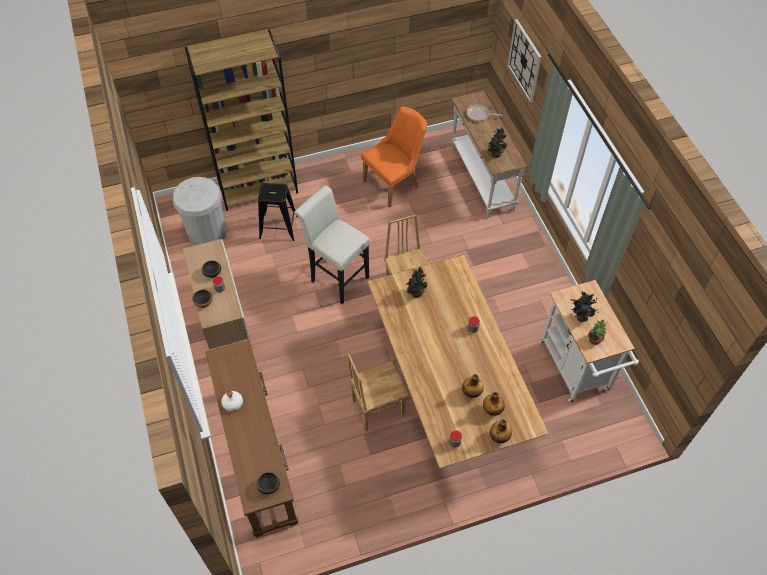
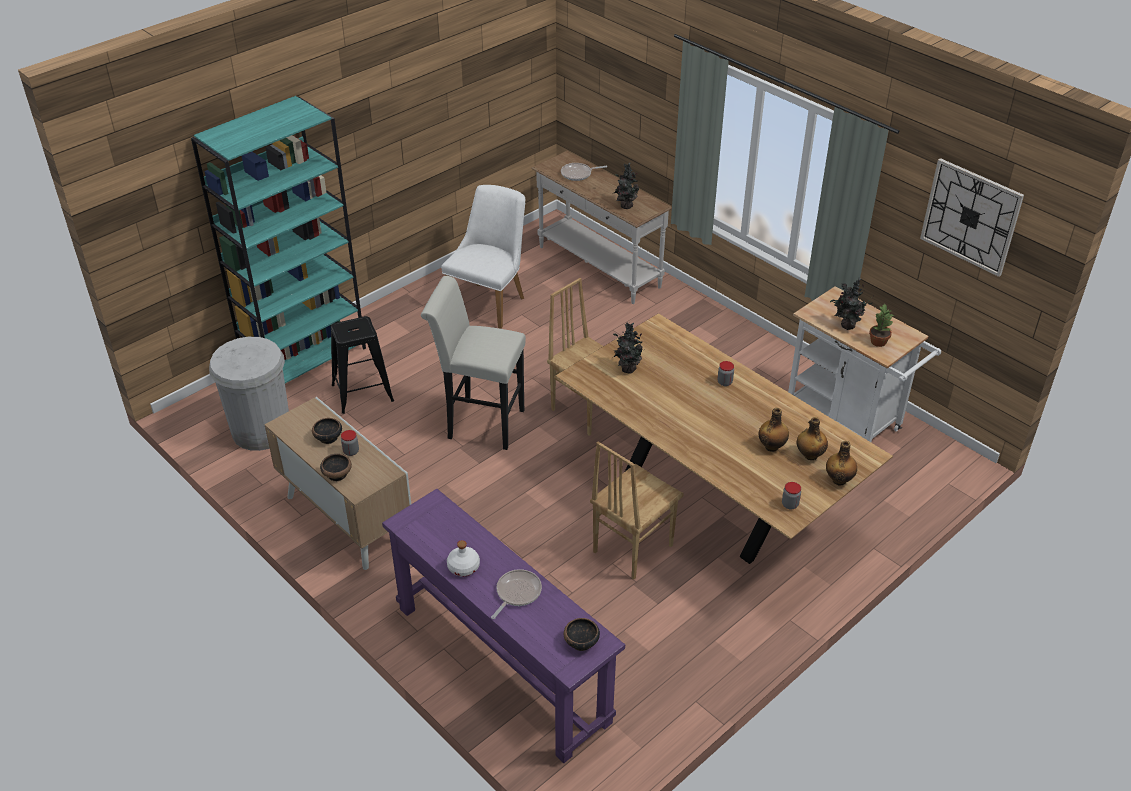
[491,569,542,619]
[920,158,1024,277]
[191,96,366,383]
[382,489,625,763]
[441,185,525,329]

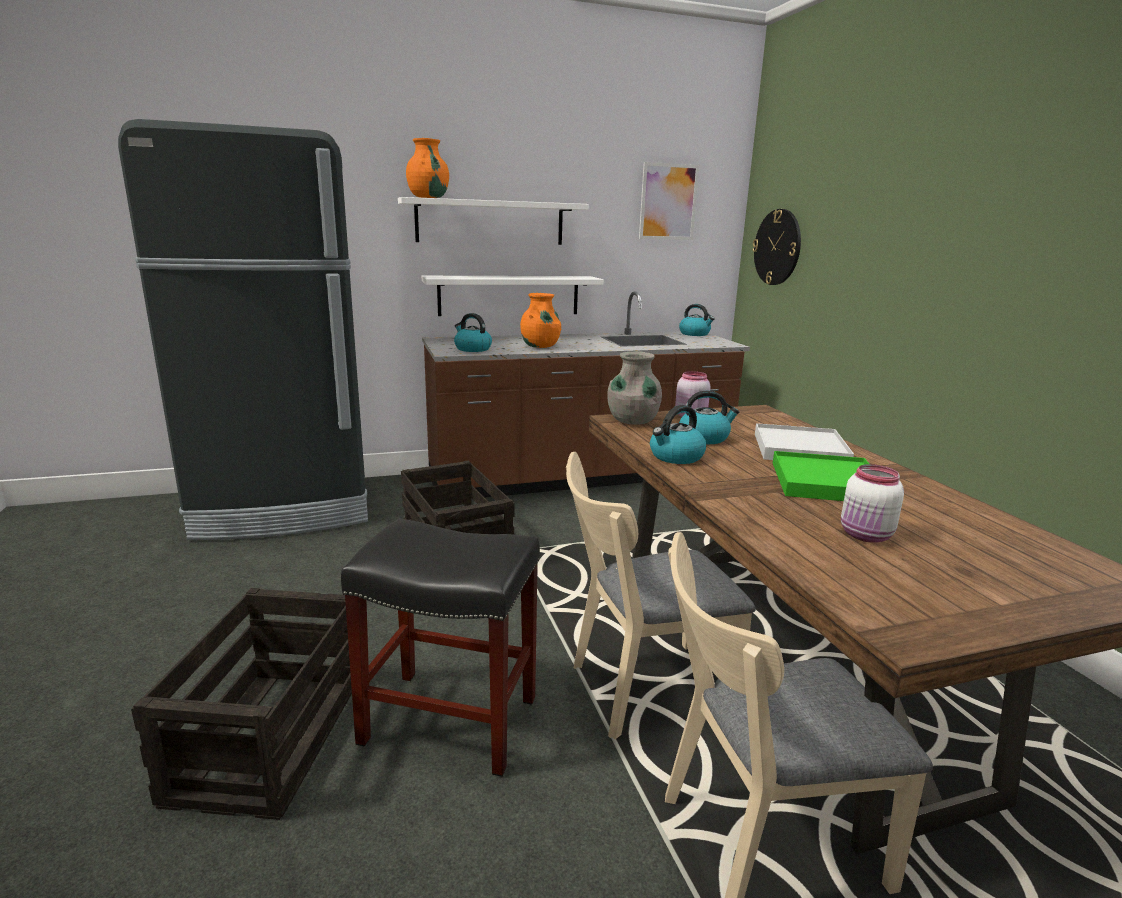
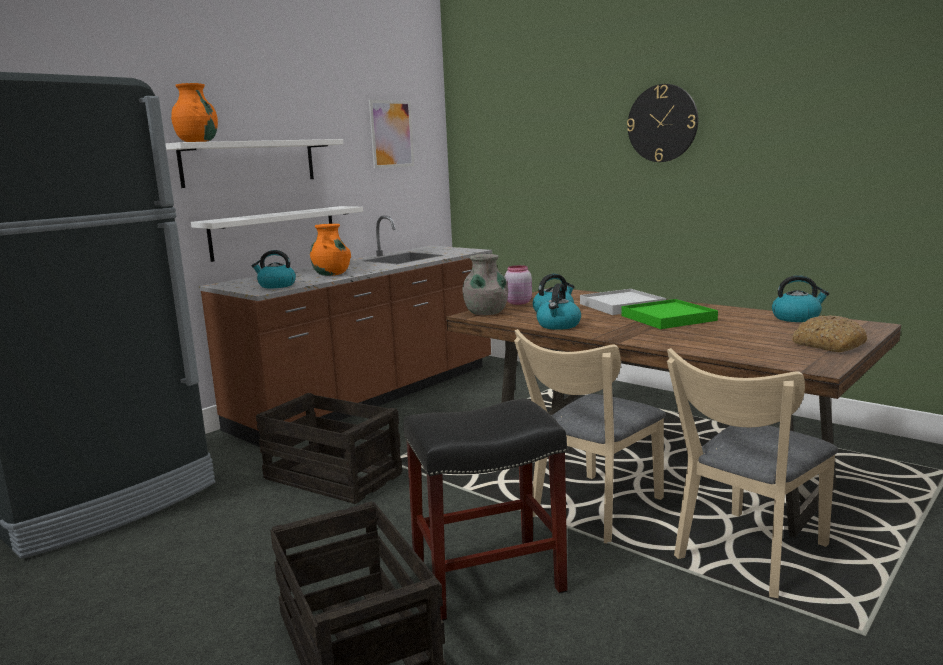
[841,464,904,543] (first image)
[792,315,867,352]
[772,275,829,322]
[627,84,698,162]

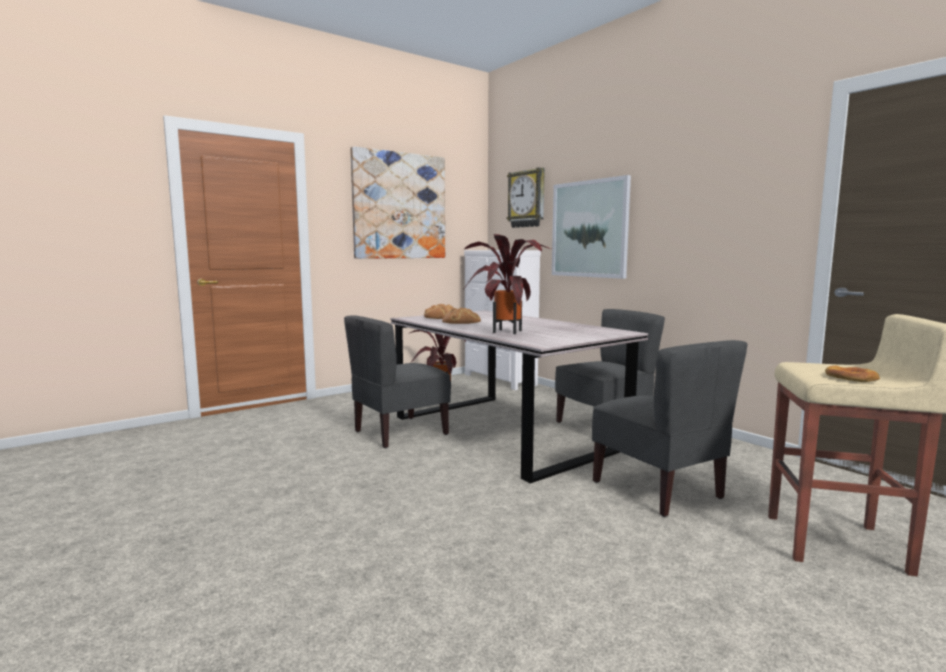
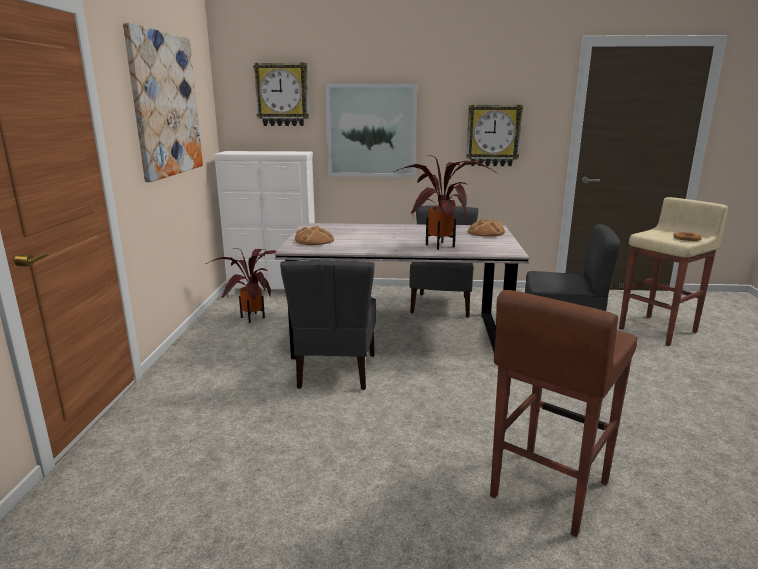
[466,105,523,166]
[490,290,638,537]
[468,219,505,237]

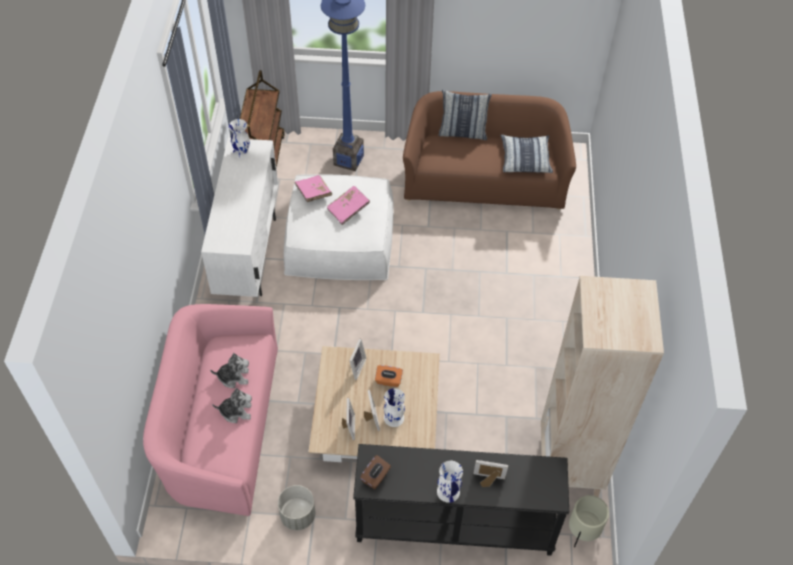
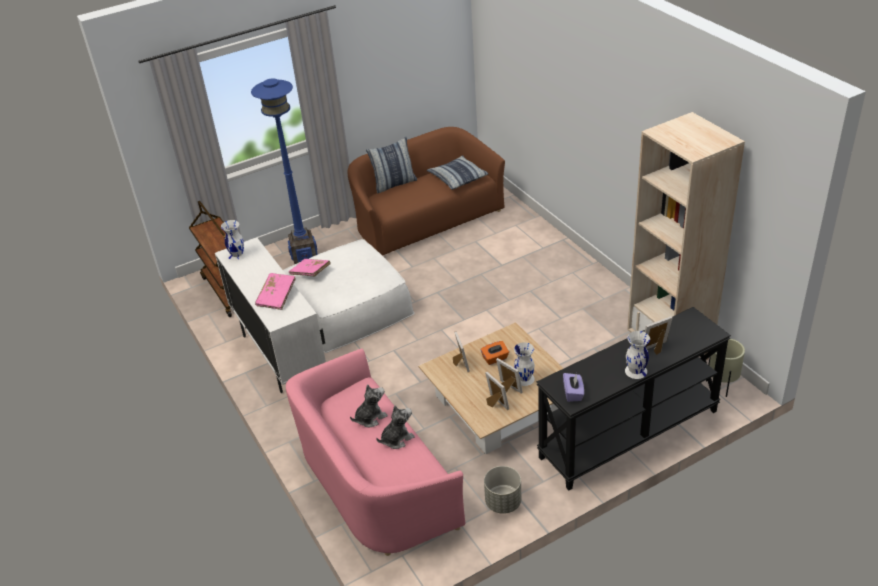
[255,273,296,310]
[563,373,584,402]

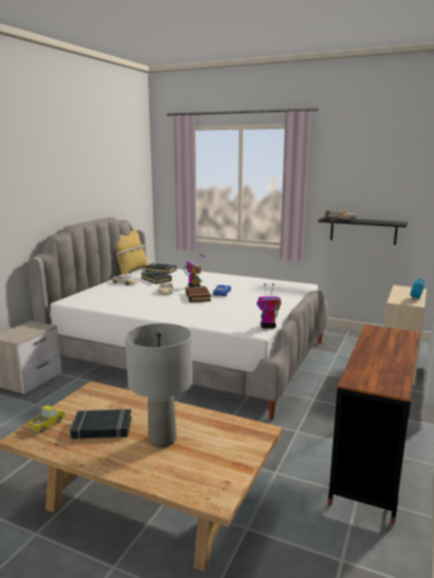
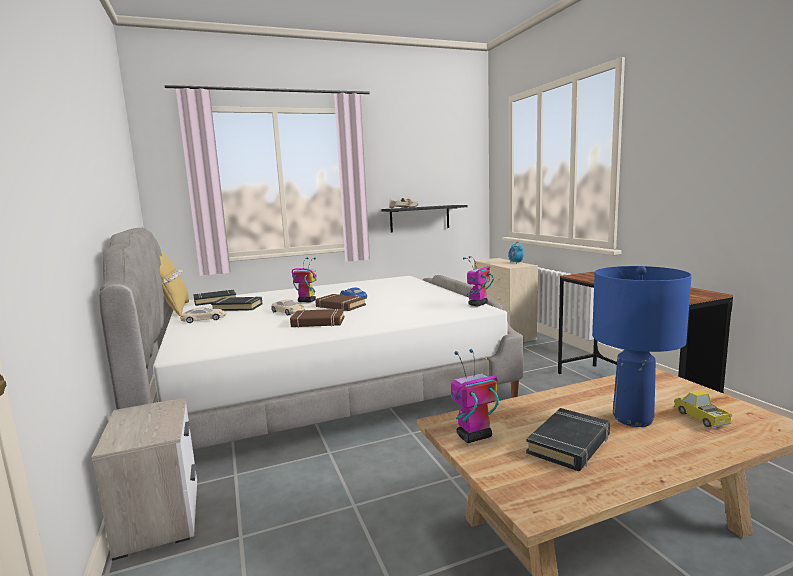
[290,309,344,328]
[451,349,499,443]
[674,390,732,427]
[592,266,692,427]

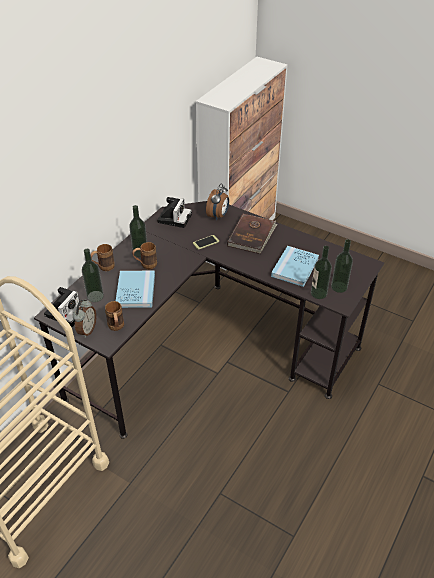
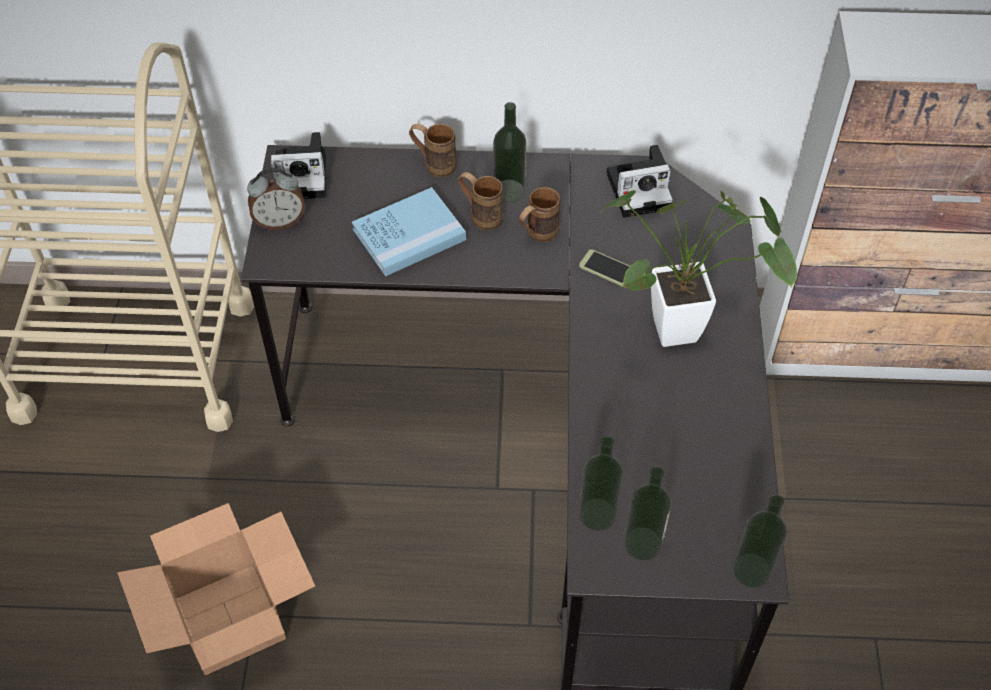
[206,183,229,220] (first image)
[271,246,319,287] (first image)
[117,503,315,675]
[733,495,787,588]
[519,187,561,242]
[600,190,797,347]

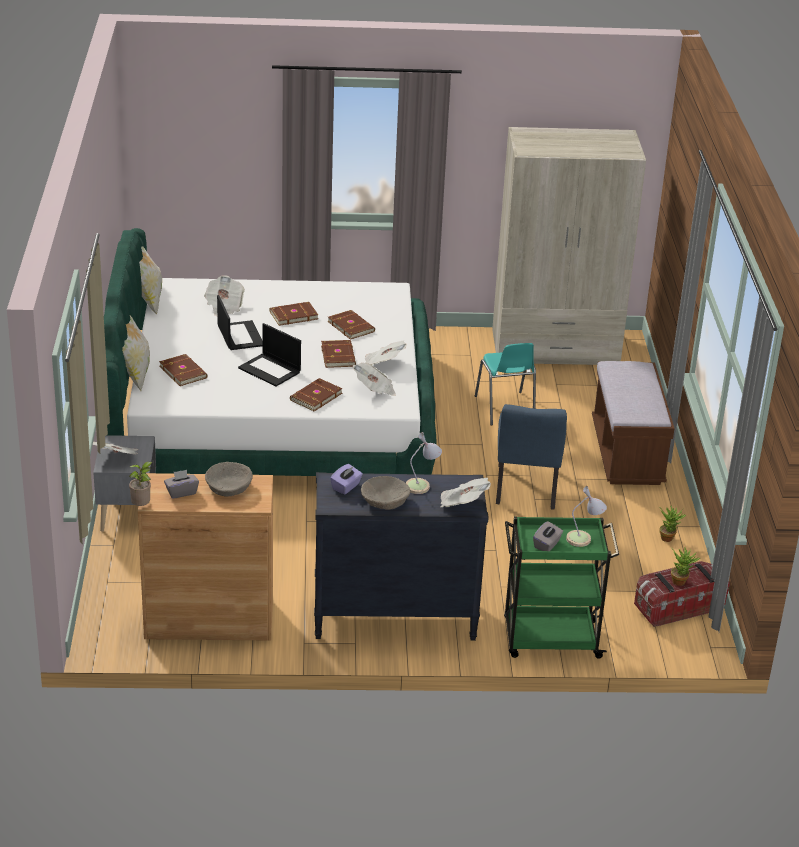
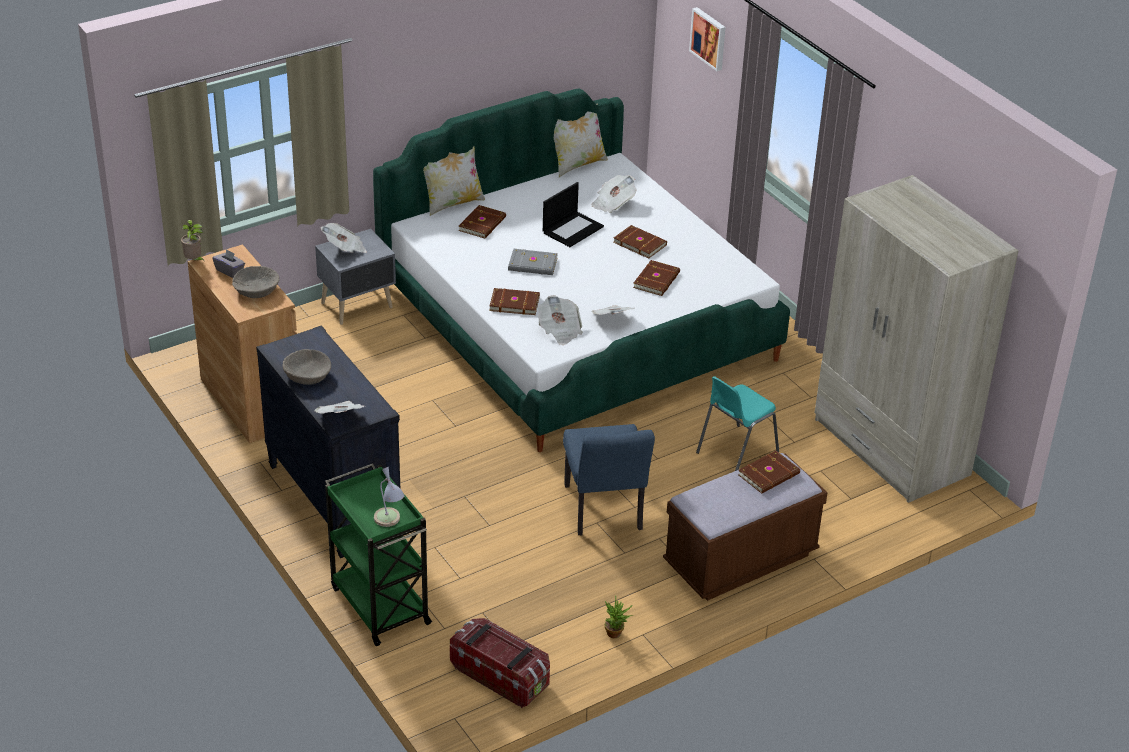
[330,464,363,495] (first image)
[406,432,442,494] (first image)
[533,521,563,551] (first image)
[671,547,700,586] (first image)
[689,7,726,71]
[739,451,800,493]
[508,249,558,275]
[563,424,655,535]

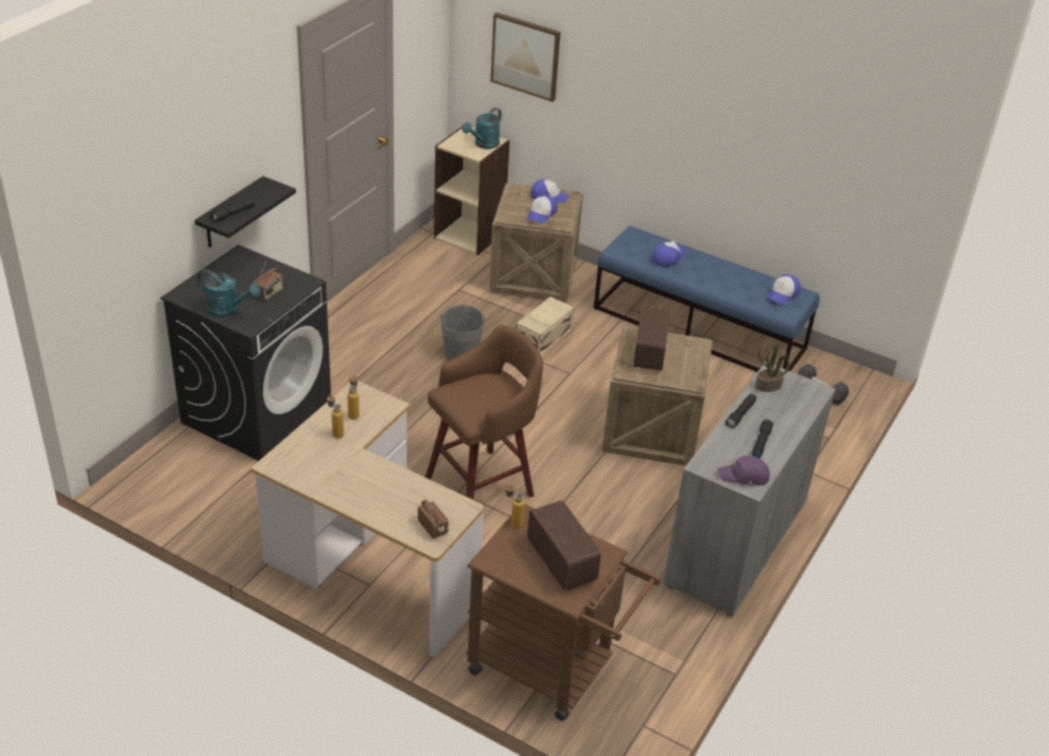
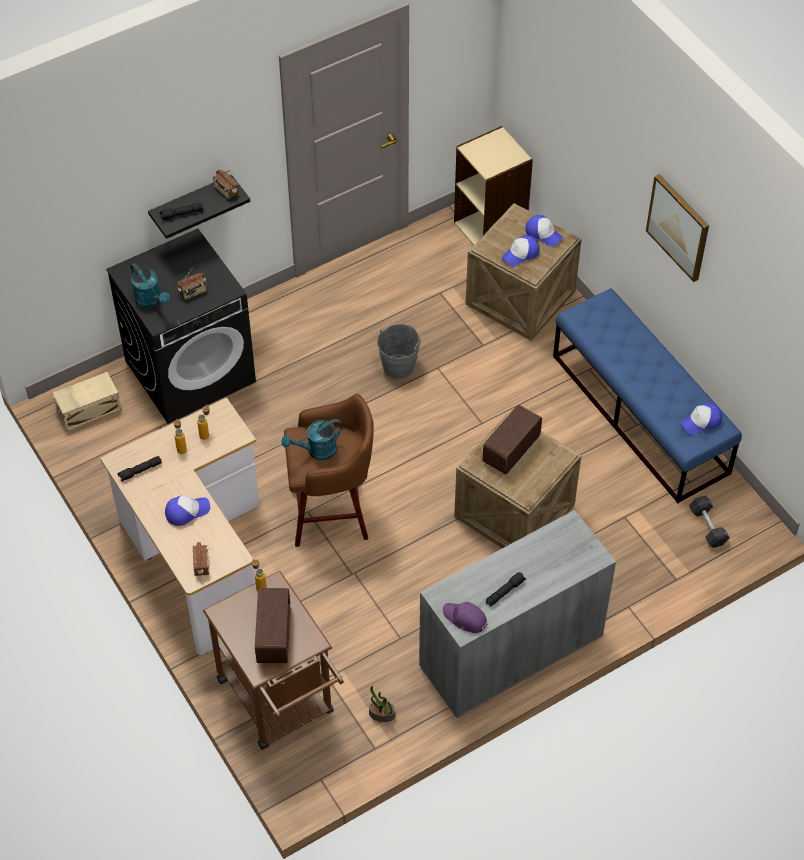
[213,170,239,199]
[282,419,343,460]
[646,174,709,282]
[53,372,122,431]
[165,495,210,526]
[118,456,162,482]
[369,686,395,722]

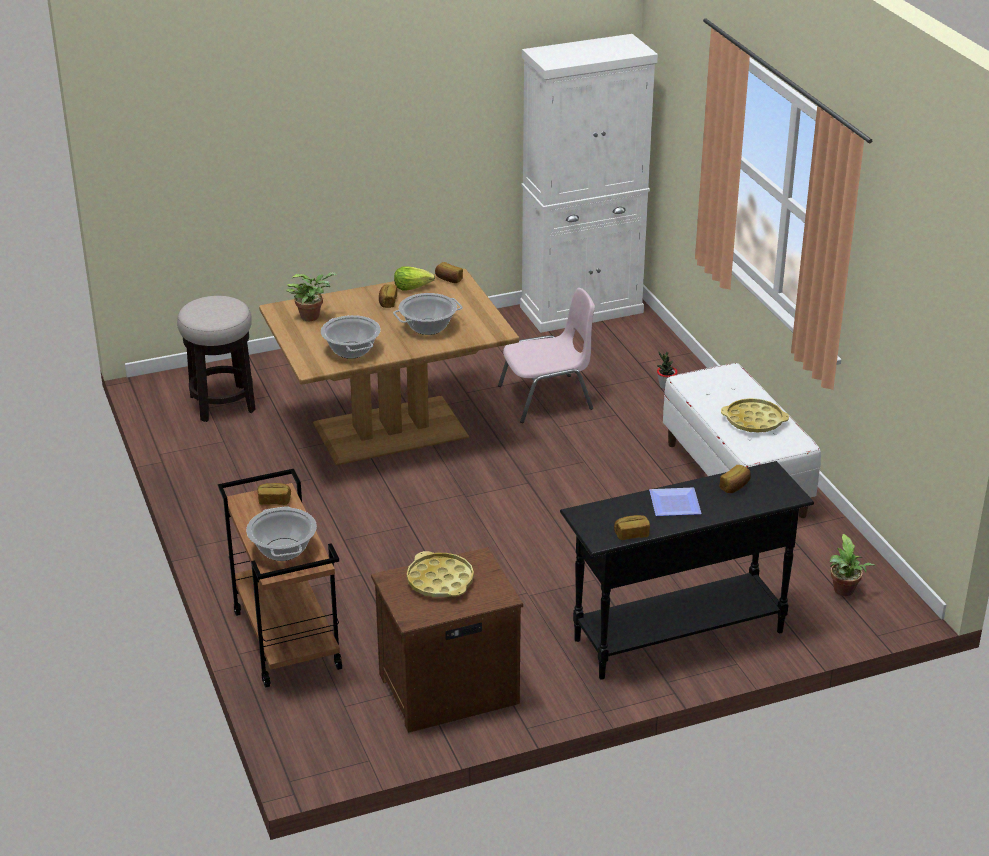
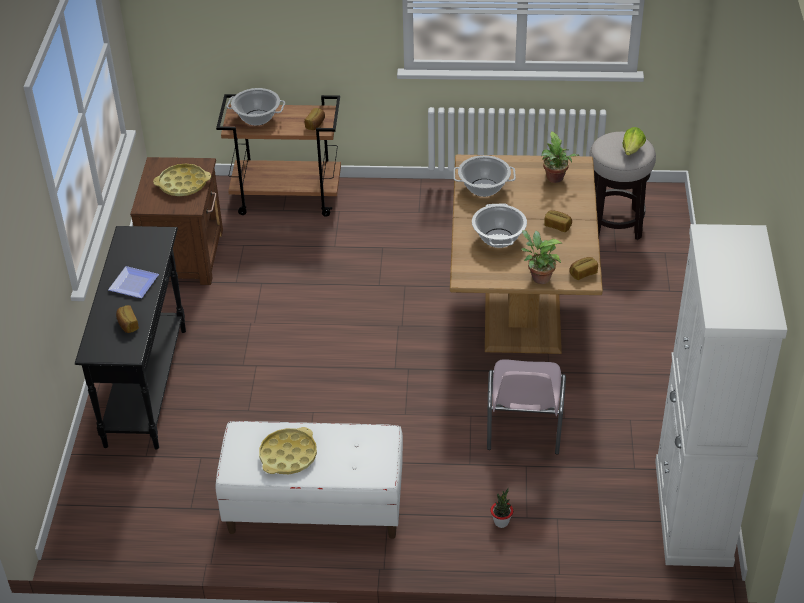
[614,515,650,540] (first image)
[623,127,646,155]
[521,230,562,284]

